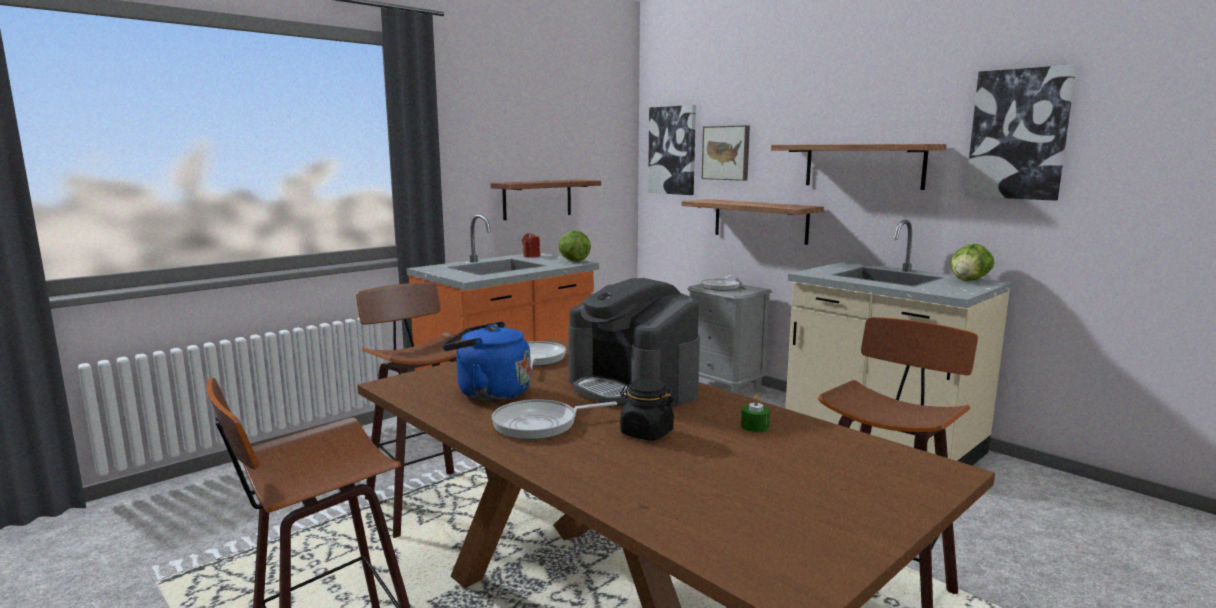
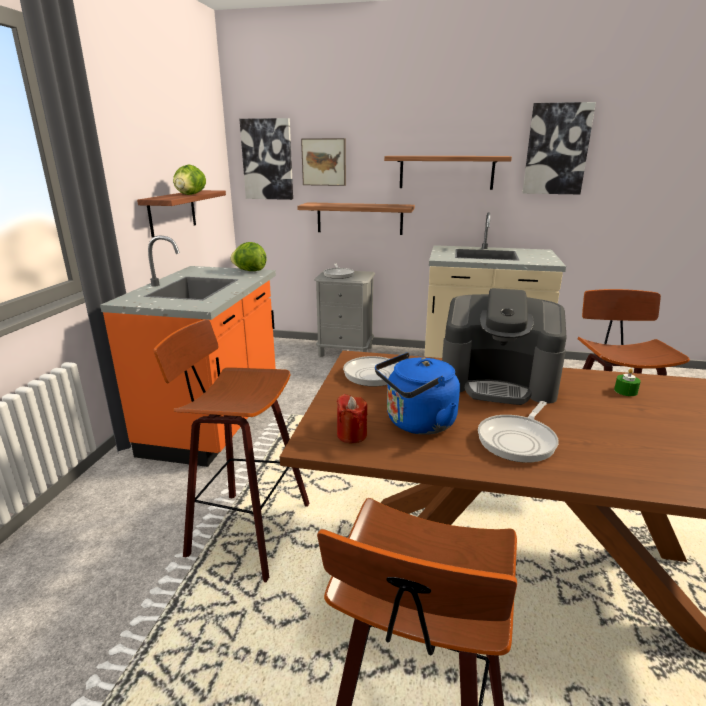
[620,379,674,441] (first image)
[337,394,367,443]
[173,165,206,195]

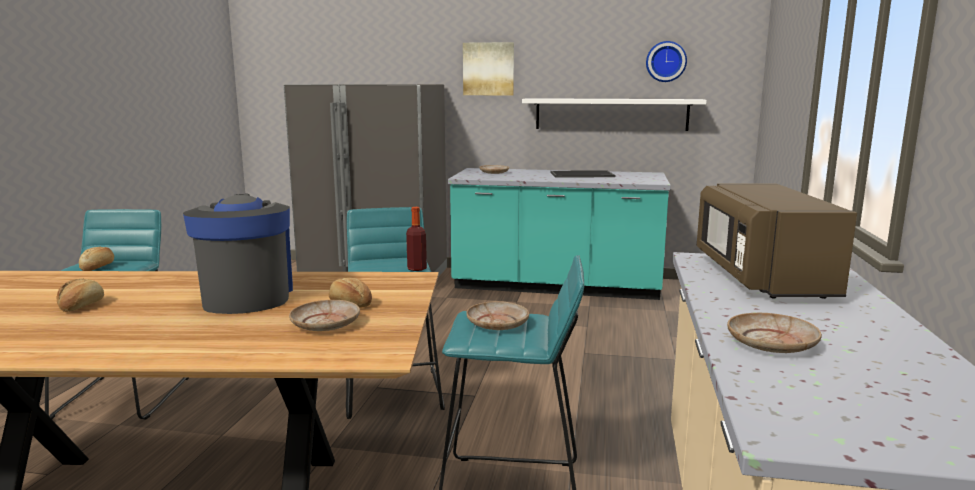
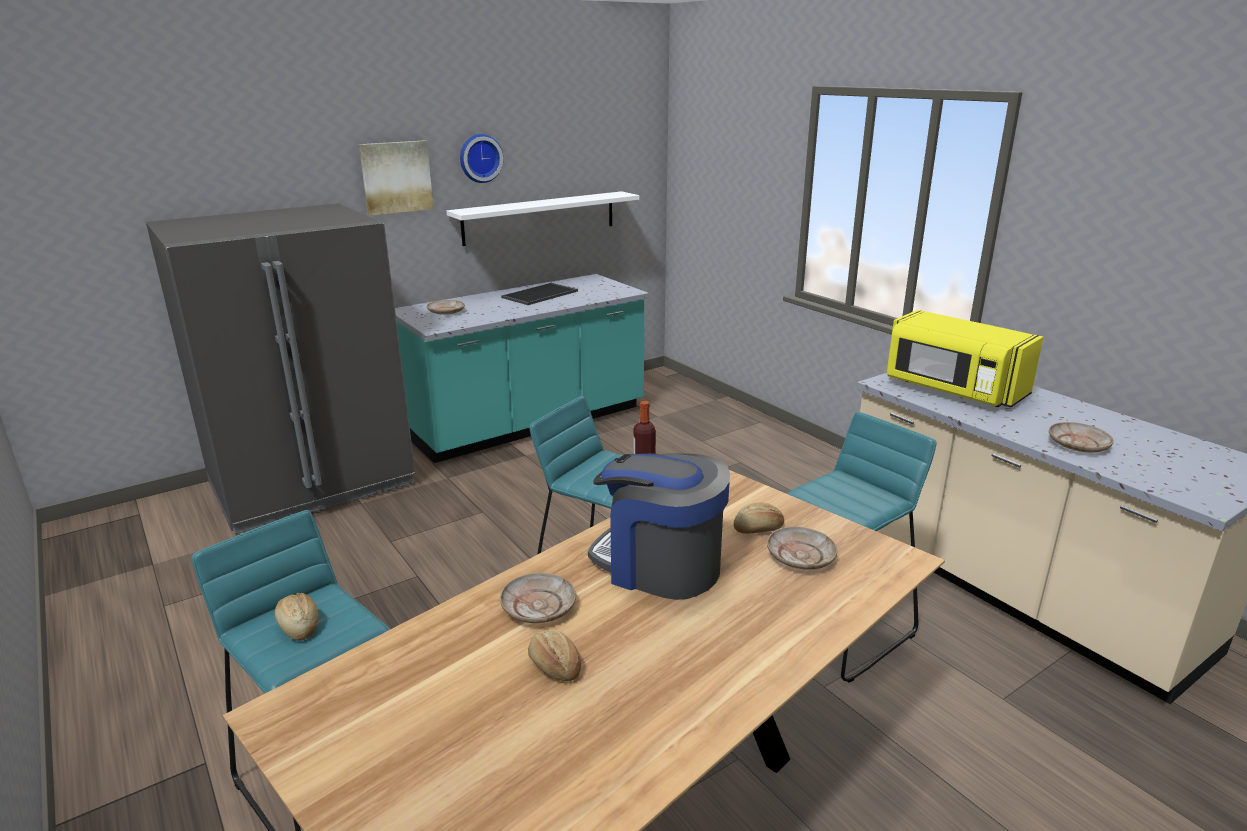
[500,573,576,623]
[460,134,503,183]
[887,310,1044,408]

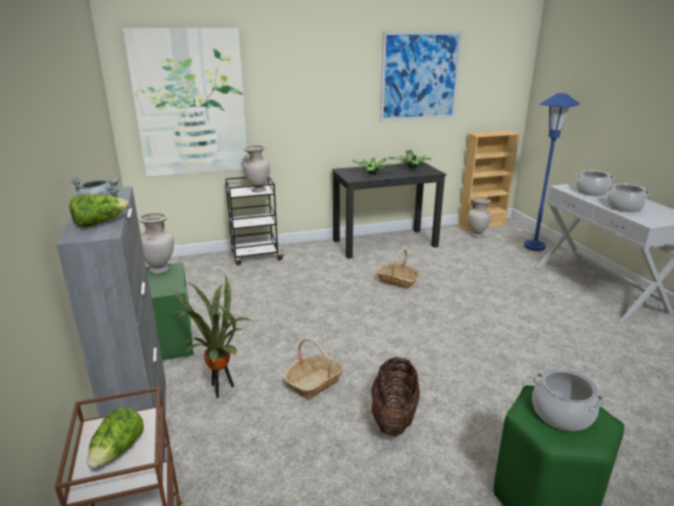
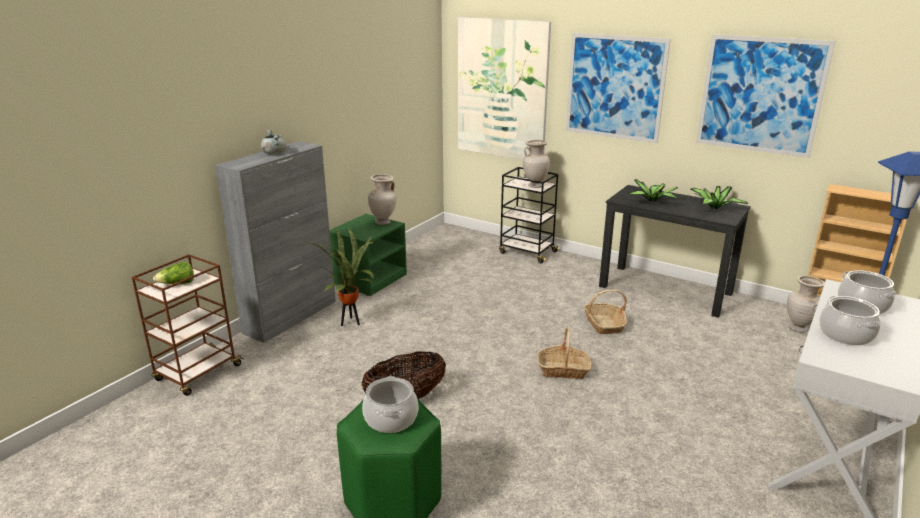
[69,194,129,228] (first image)
[566,33,671,143]
[537,327,592,379]

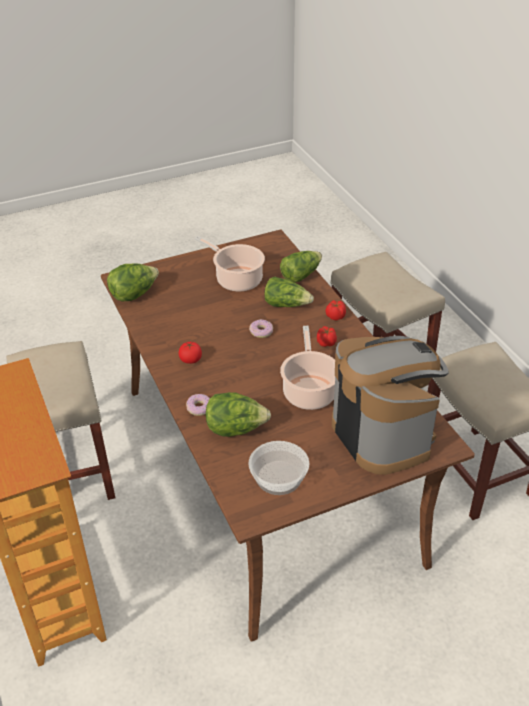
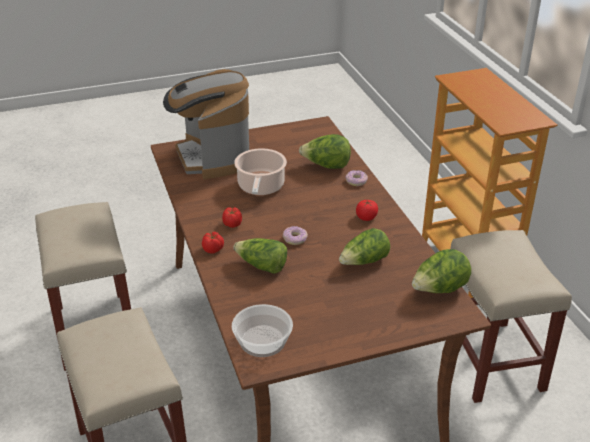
[195,236,265,292] (first image)
[232,304,293,357]
[339,228,390,265]

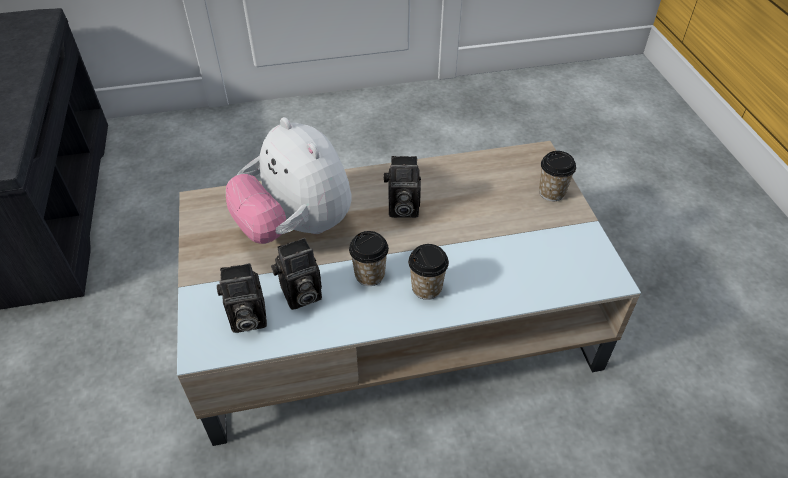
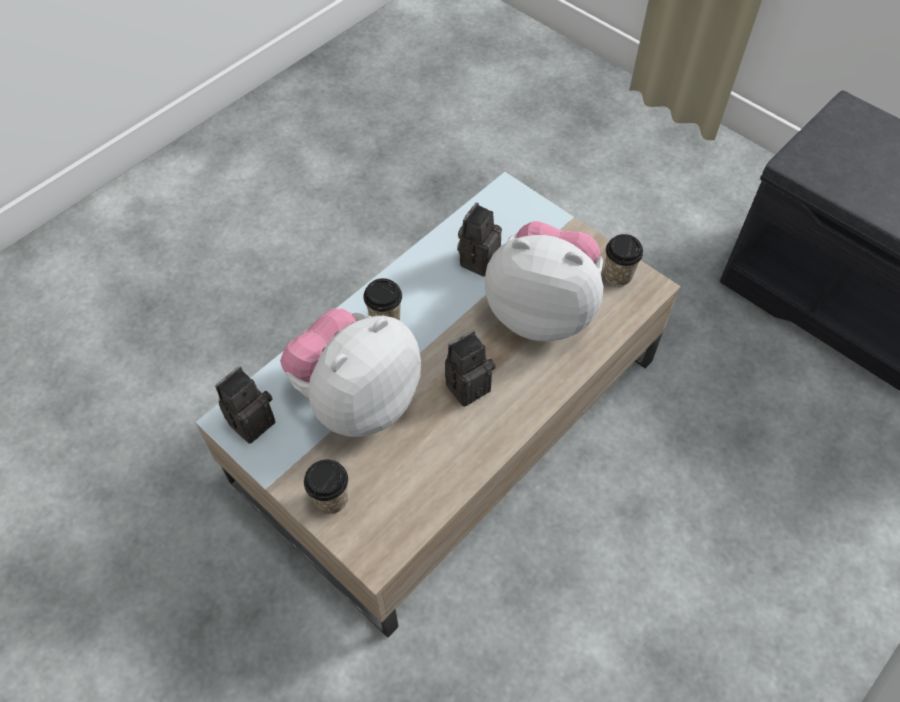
[280,309,421,437]
[215,366,275,444]
[604,234,643,286]

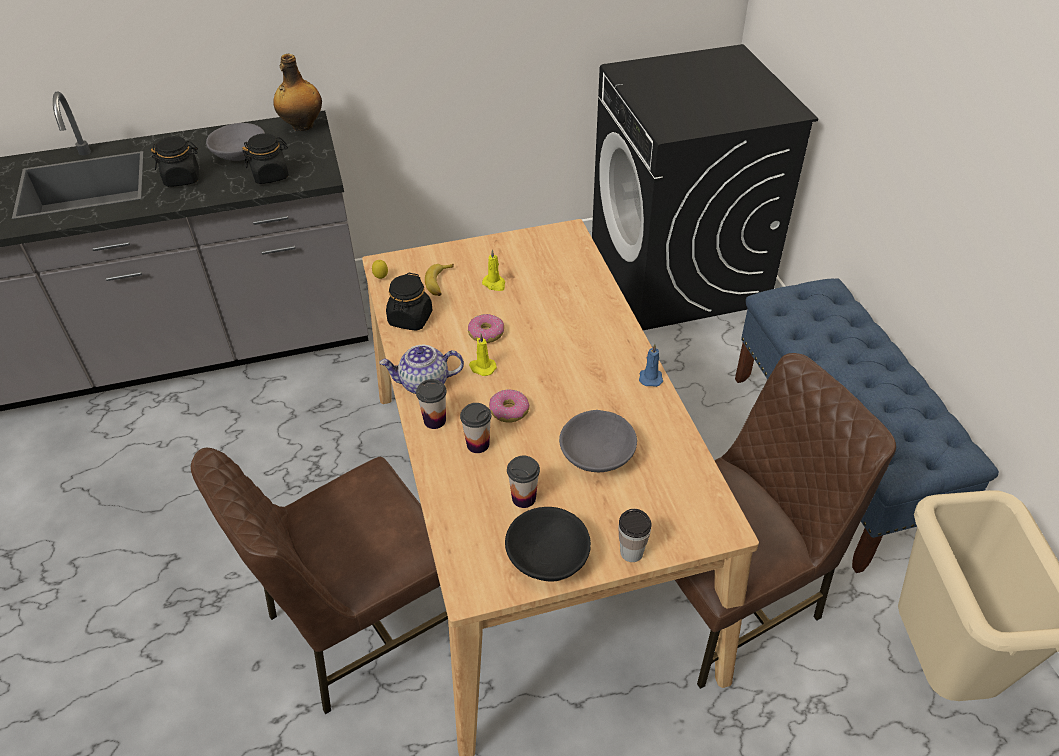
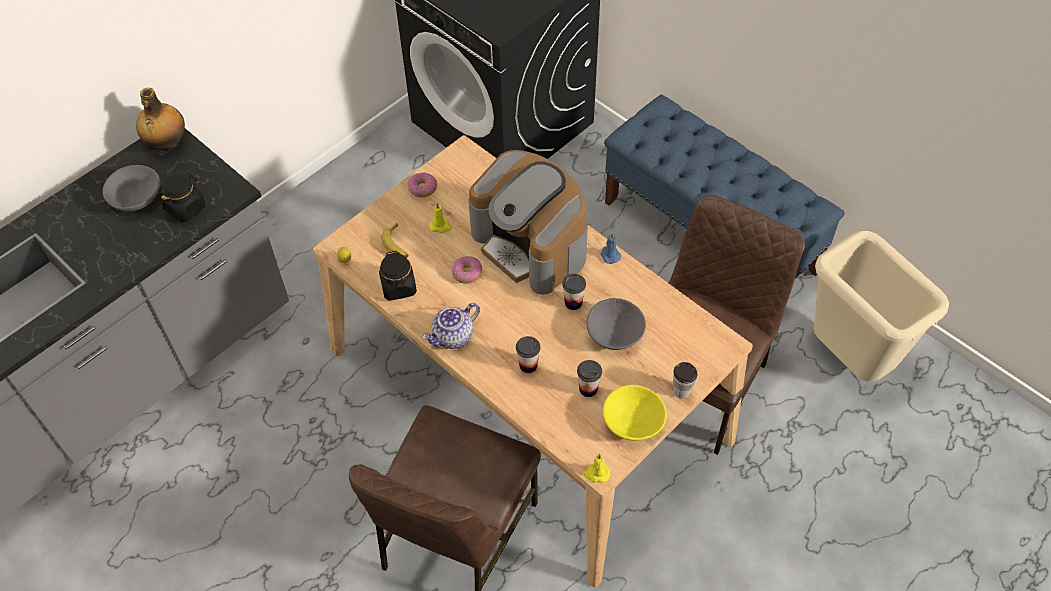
[151,136,199,187] (first image)
[468,150,588,295]
[562,273,586,310]
[583,454,610,483]
[407,172,437,197]
[603,385,667,441]

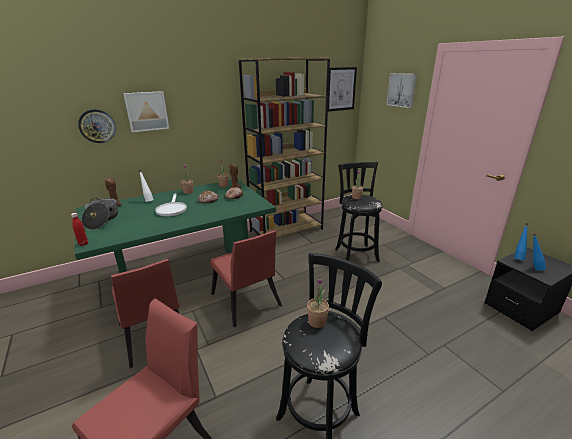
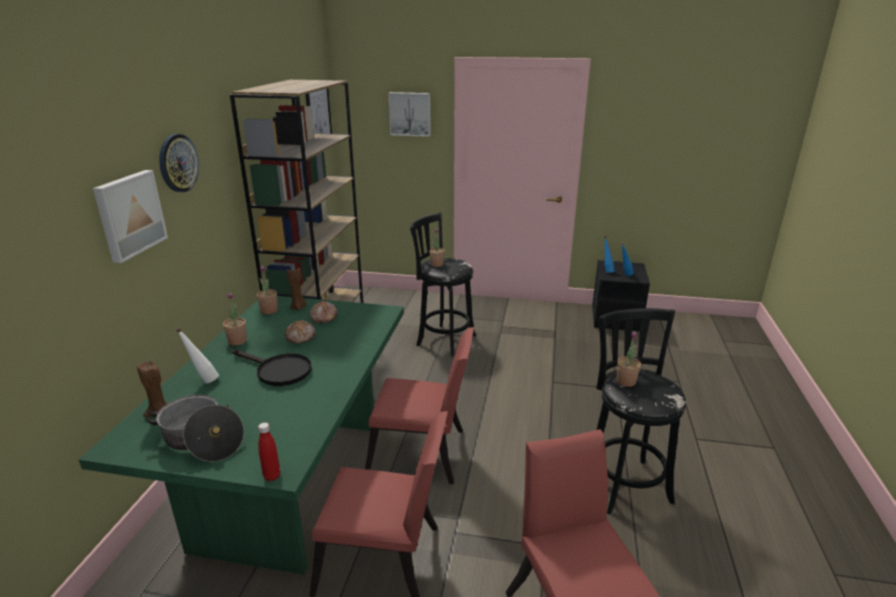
[159,134,199,192]
[232,349,312,386]

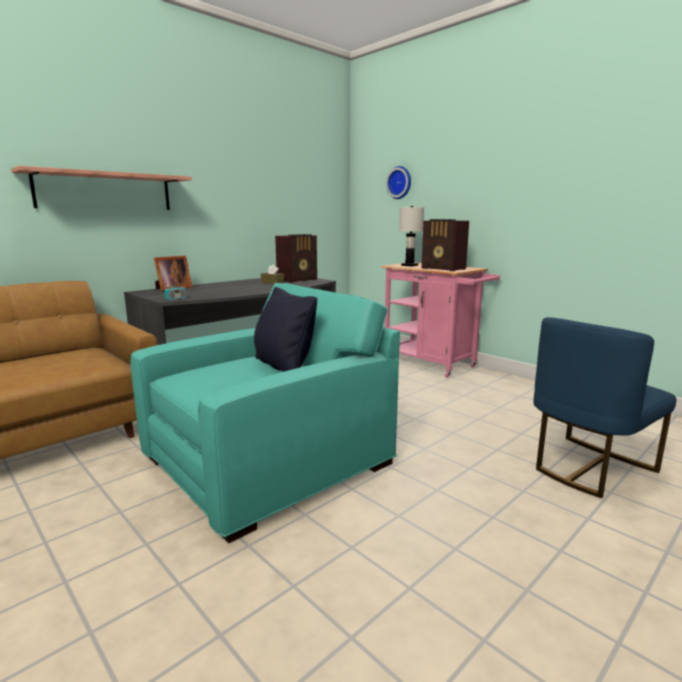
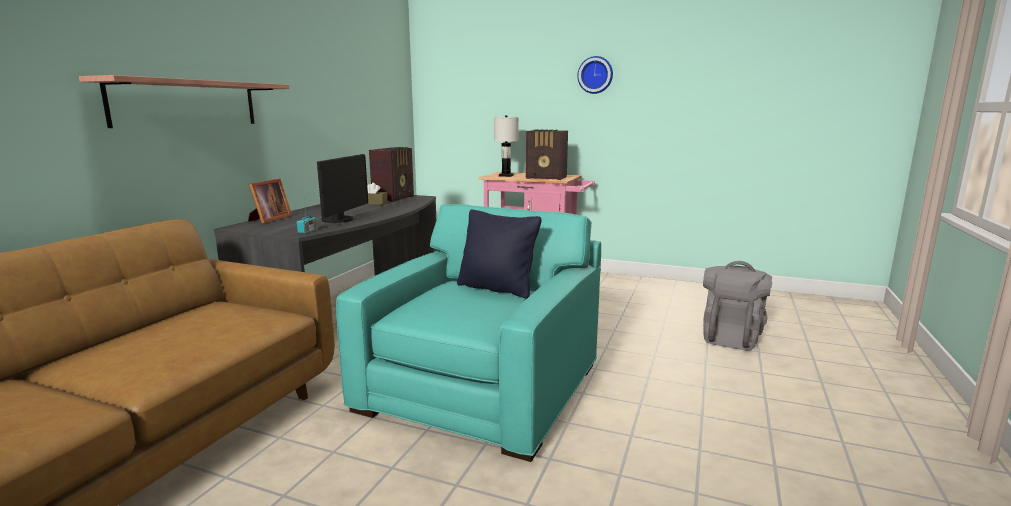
[317,154,368,223]
[577,56,613,94]
[703,261,772,351]

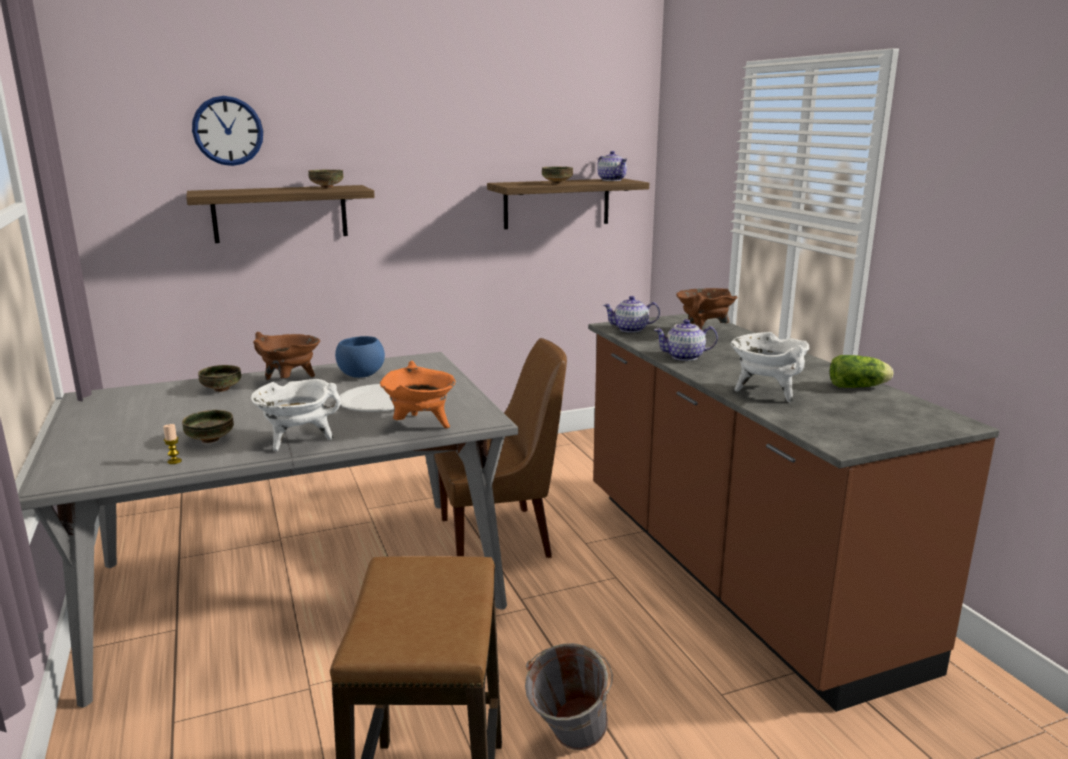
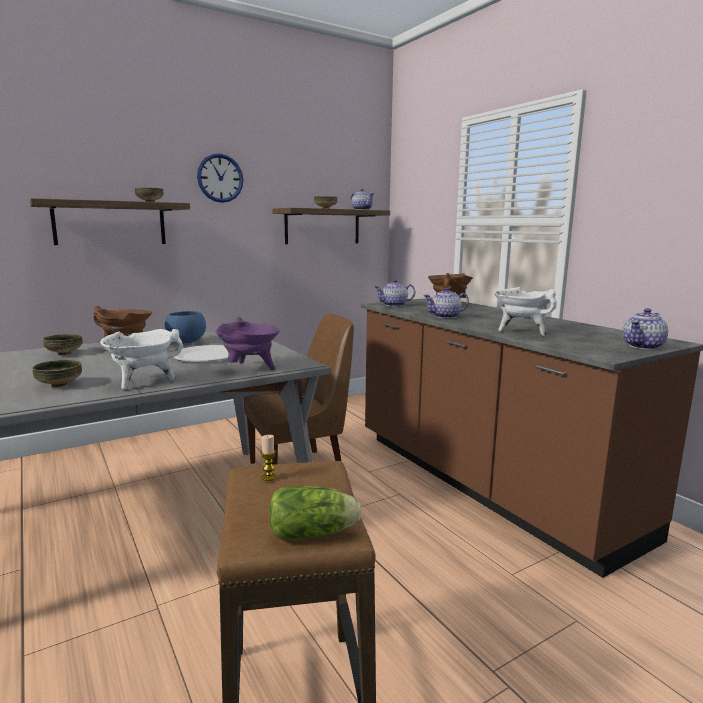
[525,643,613,750] (first image)
[623,308,668,350]
[260,435,276,481]
[197,153,243,203]
[269,486,361,540]
[215,317,280,370]

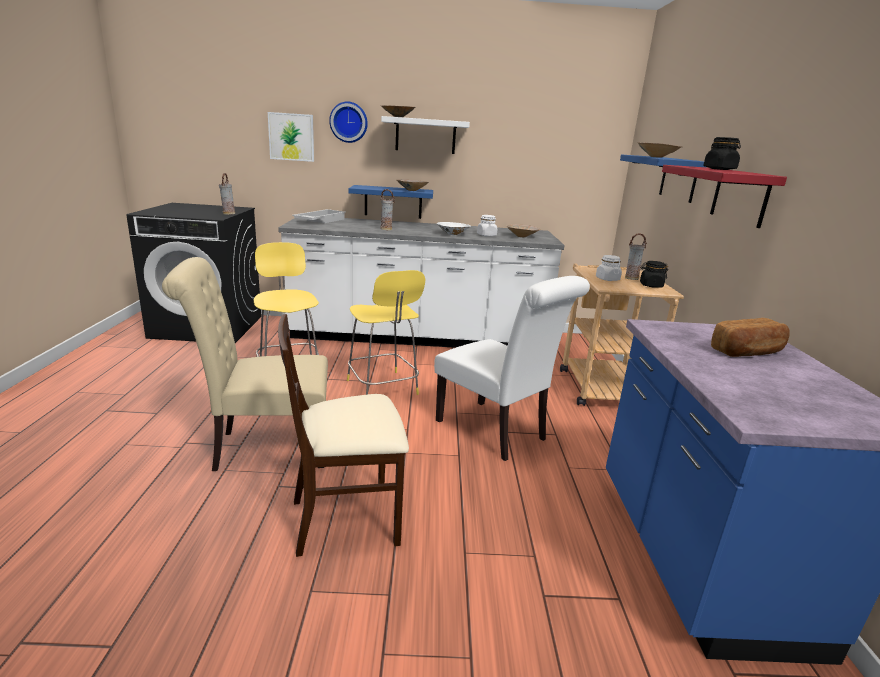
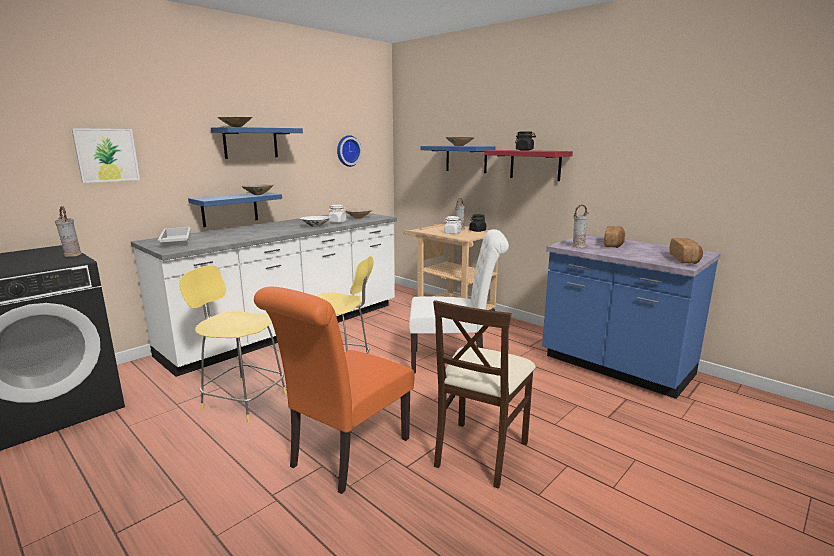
[669,238,703,264]
[337,135,362,167]
[572,204,588,248]
[254,287,414,494]
[211,127,303,159]

